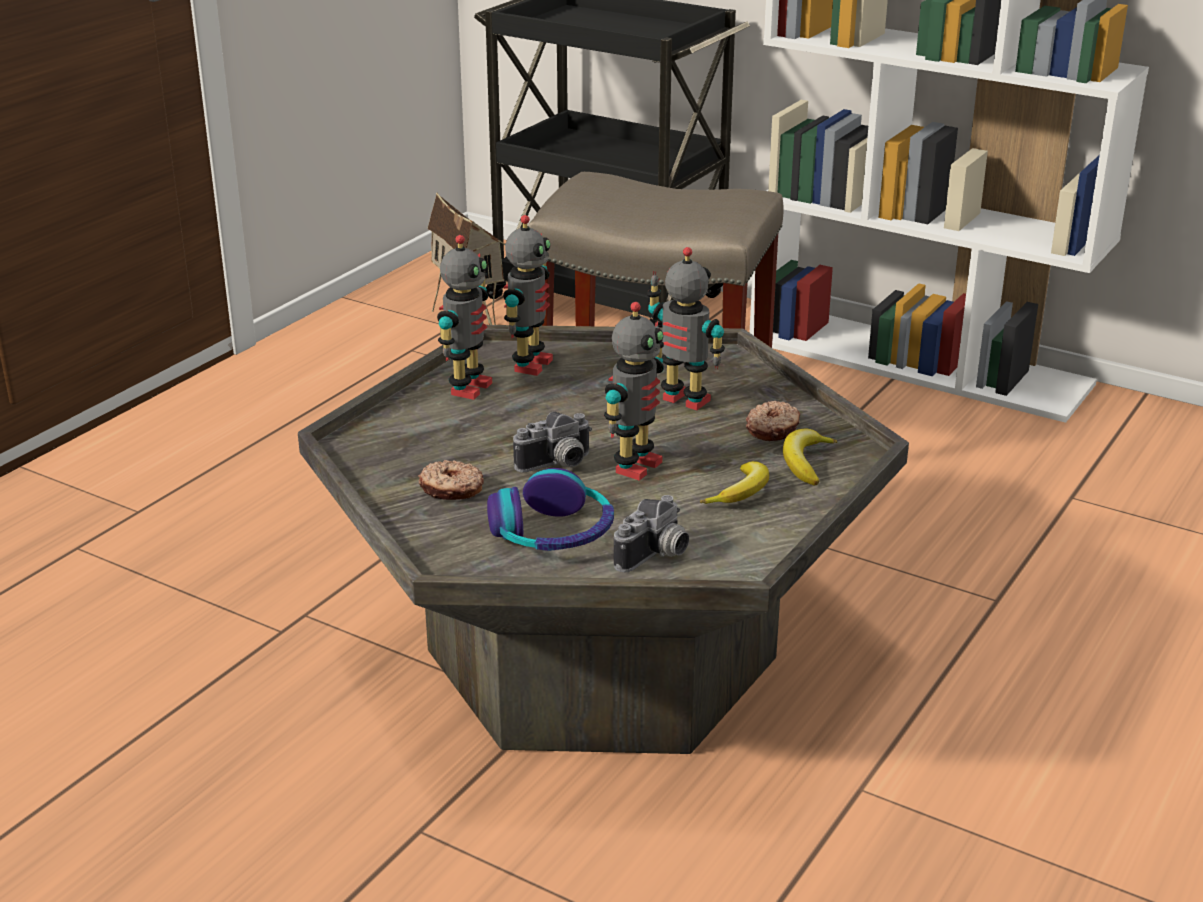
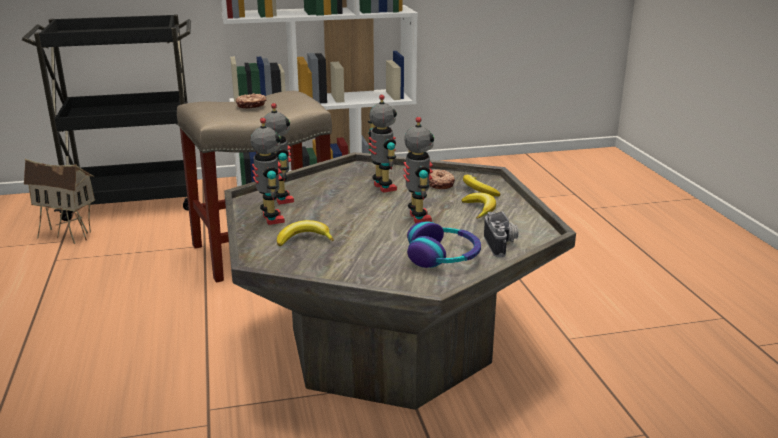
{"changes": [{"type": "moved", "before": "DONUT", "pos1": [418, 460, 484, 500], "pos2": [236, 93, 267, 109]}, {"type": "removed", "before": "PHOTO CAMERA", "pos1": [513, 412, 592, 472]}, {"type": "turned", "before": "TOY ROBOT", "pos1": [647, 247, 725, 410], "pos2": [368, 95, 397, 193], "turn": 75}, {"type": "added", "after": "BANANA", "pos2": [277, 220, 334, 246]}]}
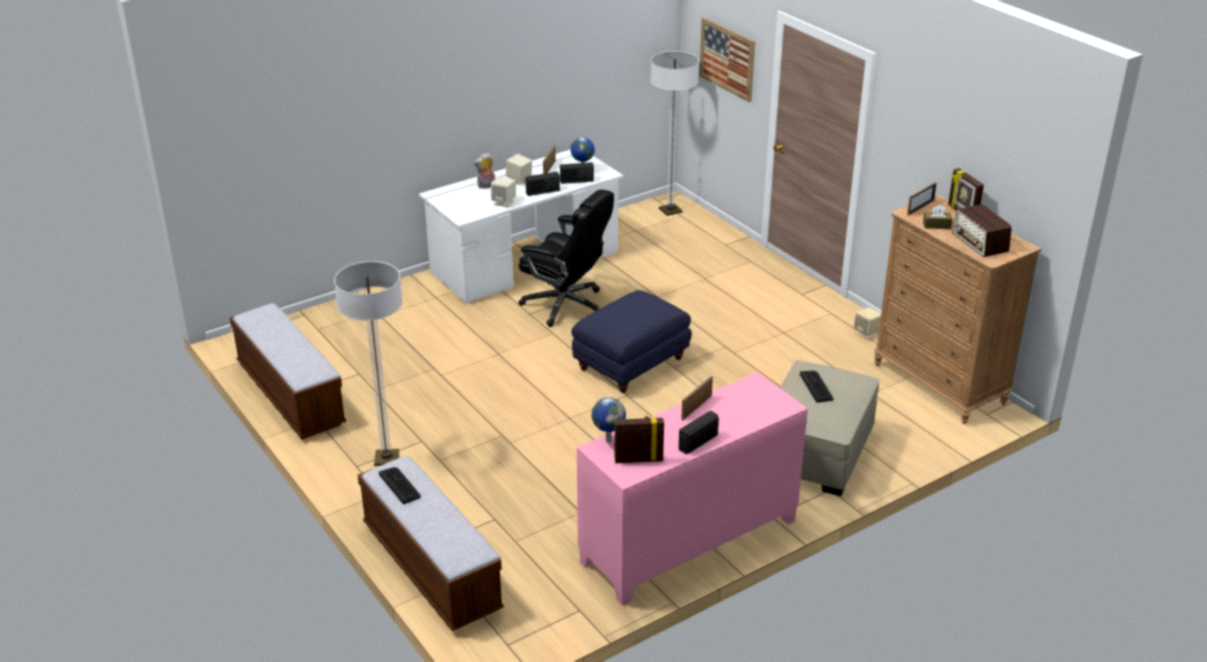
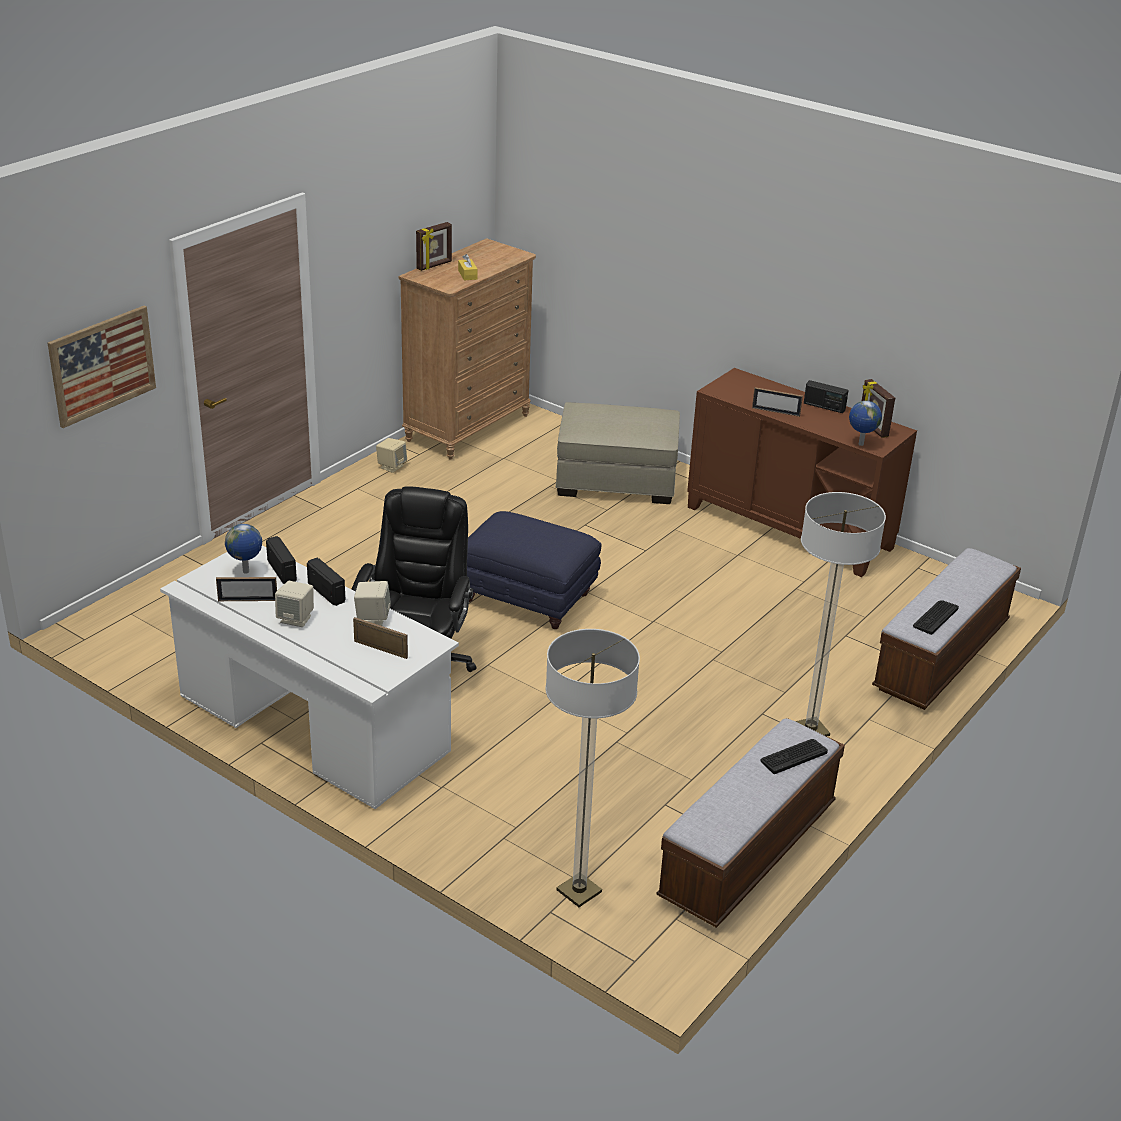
{"changes": [{"type": "removed", "before": "PLUSH TOY", "pos1": [473, 153, 495, 189]}, {"type": "recoloured", "before": "PINK CABINET", "after": "BROWN CABINET", "pos1": [577, 372, 808, 606], "pos2": [687, 368, 917, 577]}, {"type": "moved", "before": "FLOOR LAMP", "pos1": [650, 51, 699, 216], "pos2": [545, 629, 640, 907]}, {"type": "moved", "before": "KEYBOARD", "pos1": [800, 371, 834, 403], "pos2": [760, 739, 828, 774]}, {"type": "moved", "before": "PICTURE FRAME", "pos1": [907, 182, 937, 216], "pos2": [353, 617, 408, 659]}, {"type": "recoloured", "before": "BROWN TISSUE BOX", "after": "YELLOW TISSUE BOX", "pos1": [923, 205, 953, 229], "pos2": [458, 254, 478, 280]}, {"type": "removed", "before": "RADIO", "pos1": [952, 204, 1012, 257]}]}
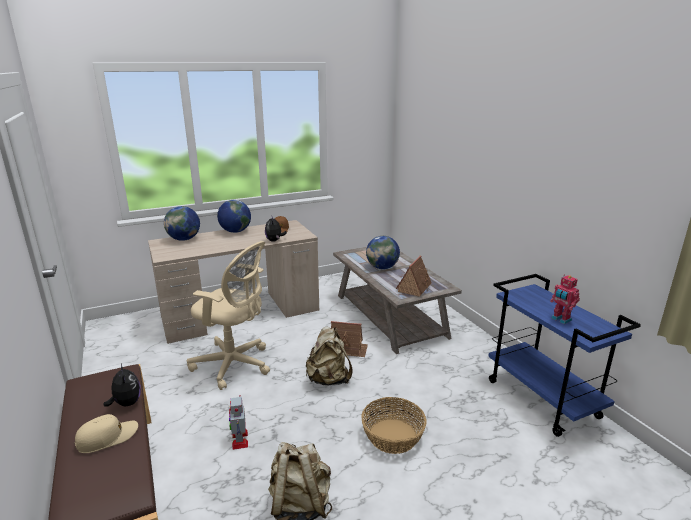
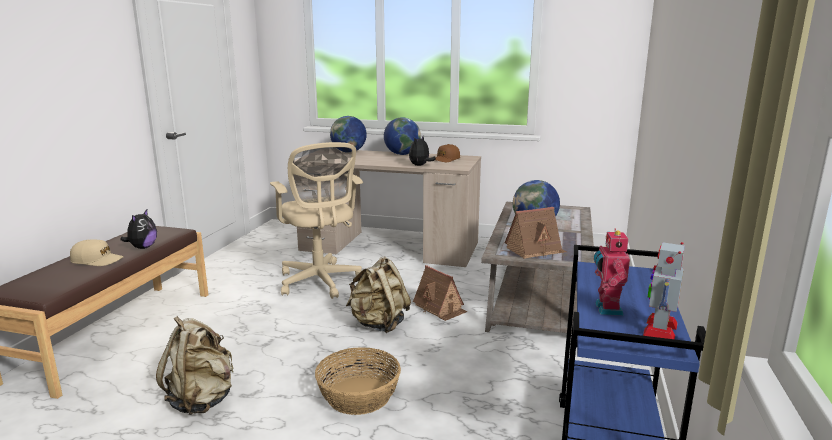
{"changes": [{"type": "moved", "before": "TOY ROBOT", "pos1": [229, 395, 248, 450], "pos2": [643, 242, 685, 339]}]}
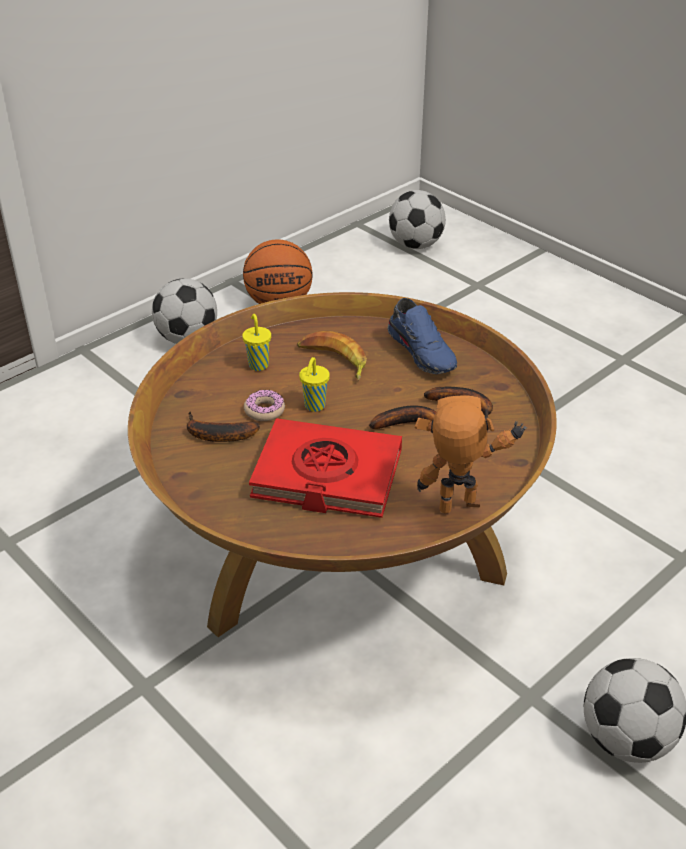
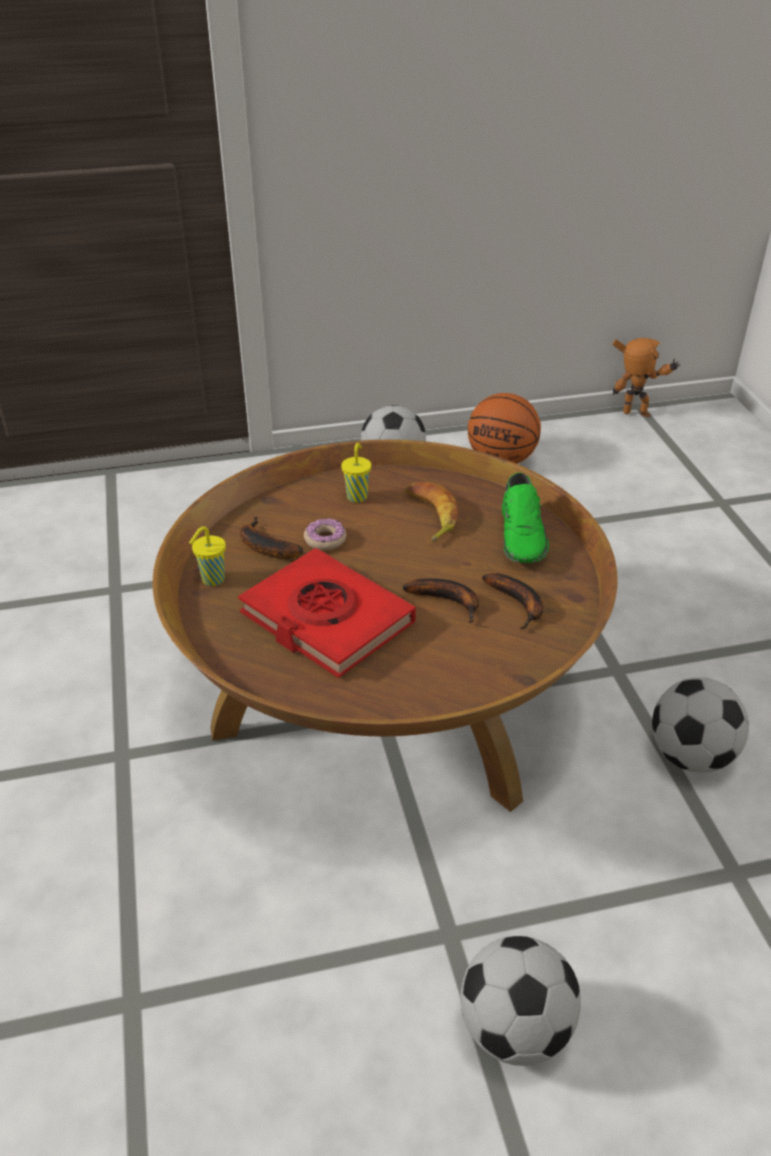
{"changes": [{"type": "moved", "before": "YELLOW CUP", "pos1": [299, 357, 330, 412], "pos2": [189, 526, 226, 586]}, {"type": "recoloured", "before": "BLUE SHOE", "after": "GREEN SHOE", "pos1": [388, 298, 457, 374], "pos2": [502, 472, 549, 563]}, {"type": "moved", "before": "FOOTBALL", "pos1": [389, 190, 446, 249], "pos2": [652, 677, 749, 773]}, {"type": "moved", "before": "TOY ROBOT", "pos1": [415, 395, 527, 514], "pos2": [612, 338, 680, 417]}]}
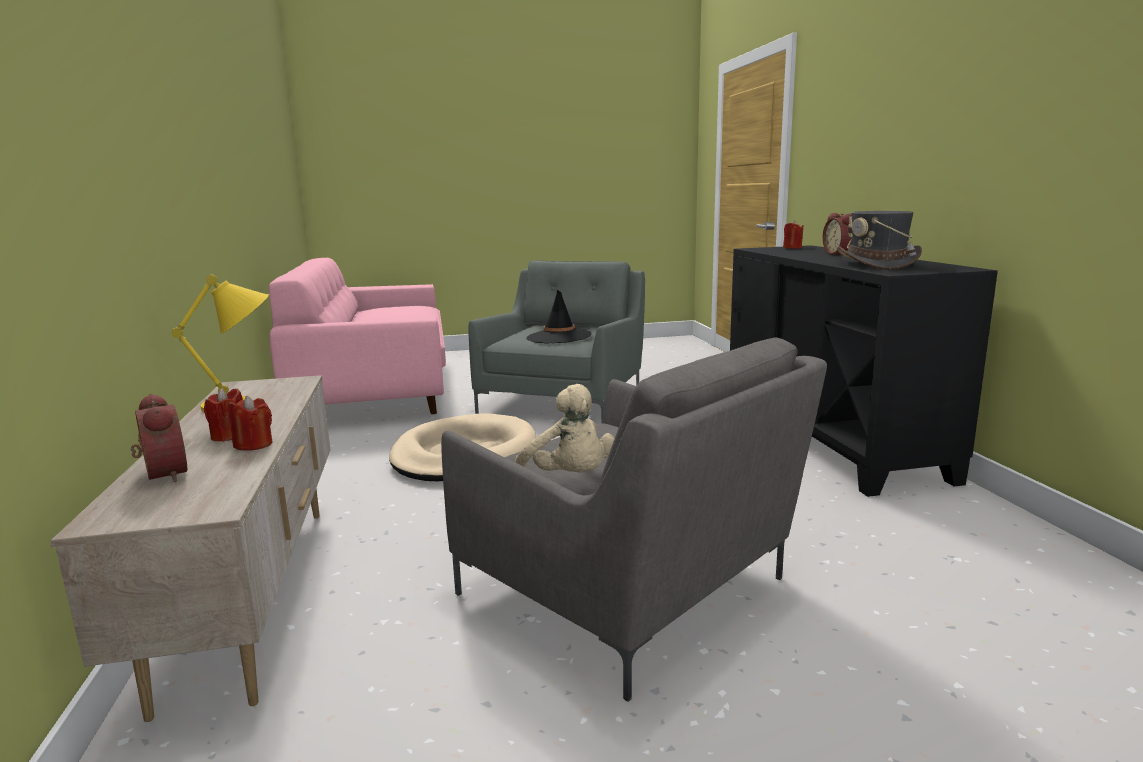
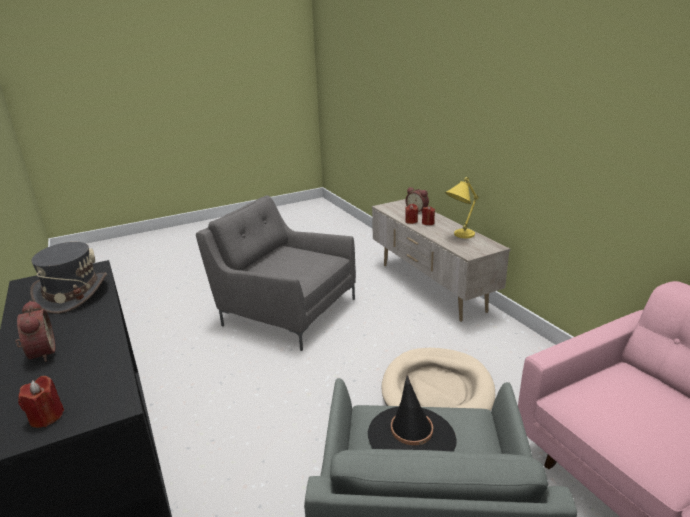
{"changes": [{"type": "removed", "before": "BEIGE PLUSH TOY", "pos1": [515, 384, 615, 473]}]}
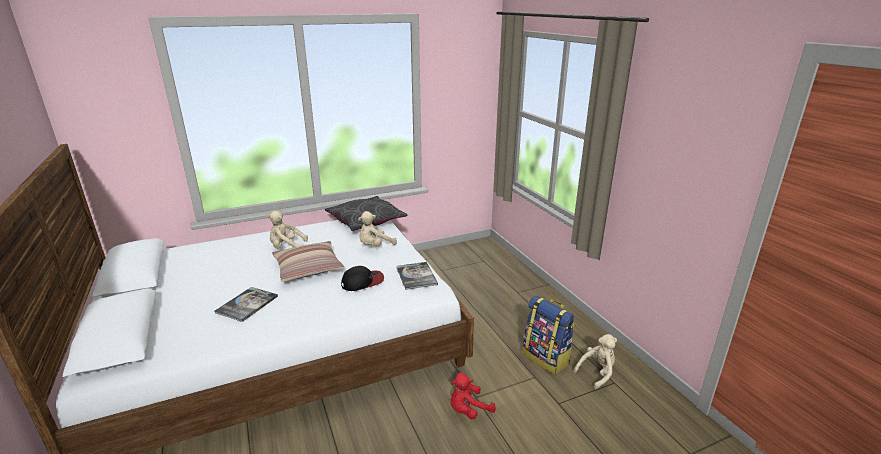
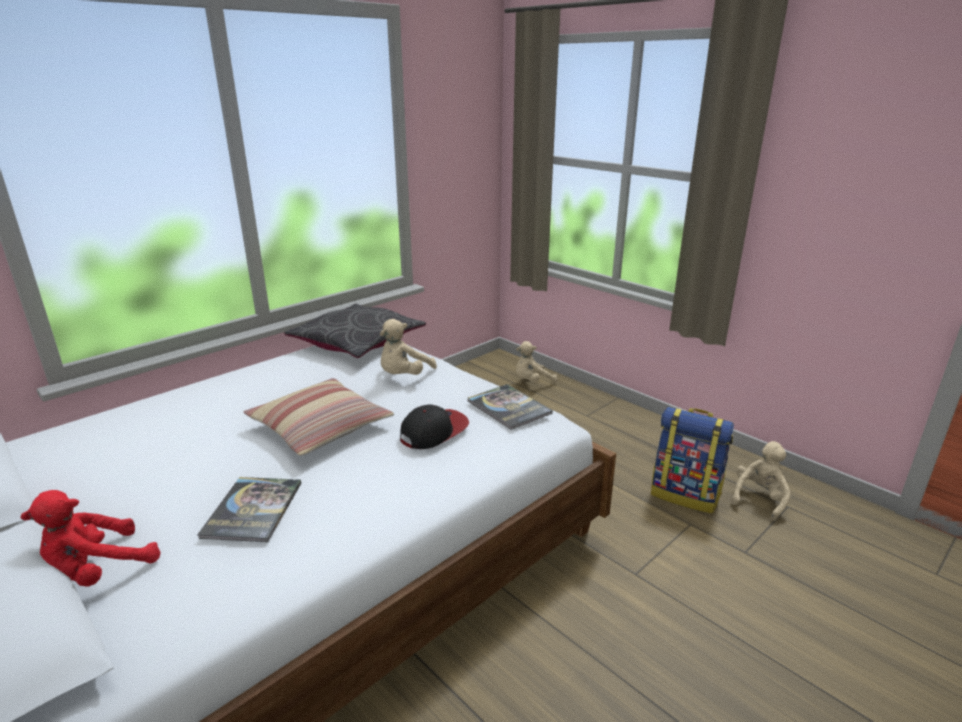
{"changes": [{"type": "moved", "before": "BEIGE PLUSH TOY", "pos1": [267, 211, 308, 248], "pos2": [516, 341, 558, 383]}, {"type": "moved", "before": "RED PLUSH TOY", "pos1": [450, 373, 496, 419], "pos2": [20, 490, 160, 587]}]}
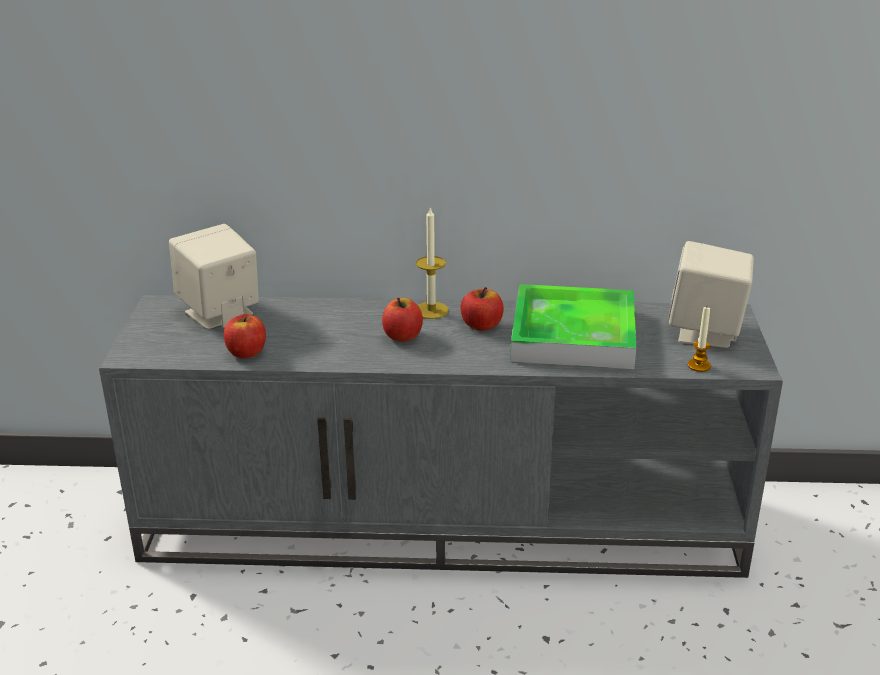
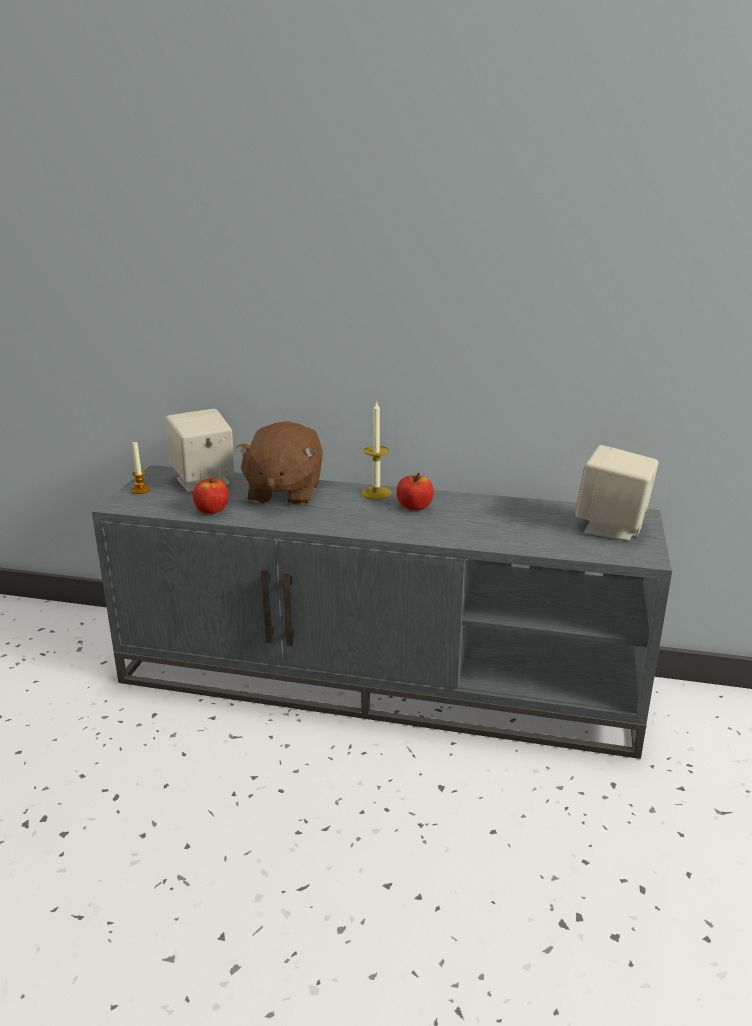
{"changes": [{"type": "removed", "before": "APPLE", "pos1": [382, 298, 423, 342]}, {"type": "removed", "before": "TRAY", "pos1": [510, 284, 636, 369]}, {"type": "moved", "before": "CANDLE", "pos1": [688, 307, 711, 372], "pos2": [131, 440, 150, 494]}, {"type": "added", "after": "BROWN PLUSH TOY", "pos2": [235, 421, 323, 506]}]}
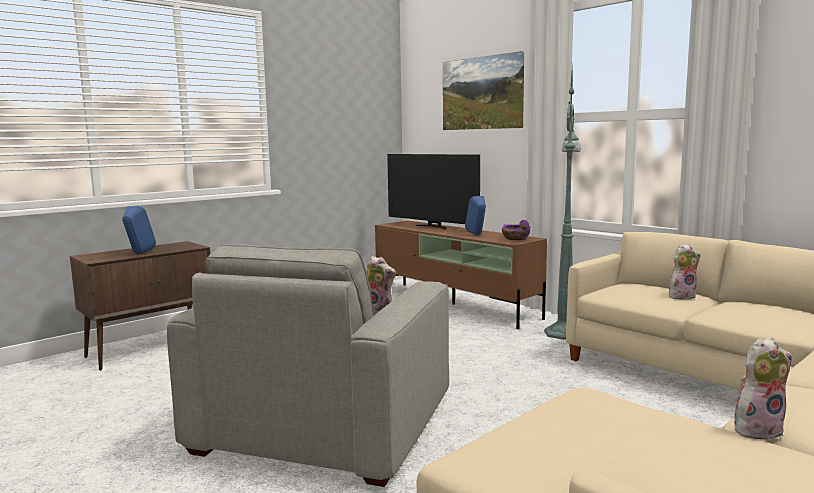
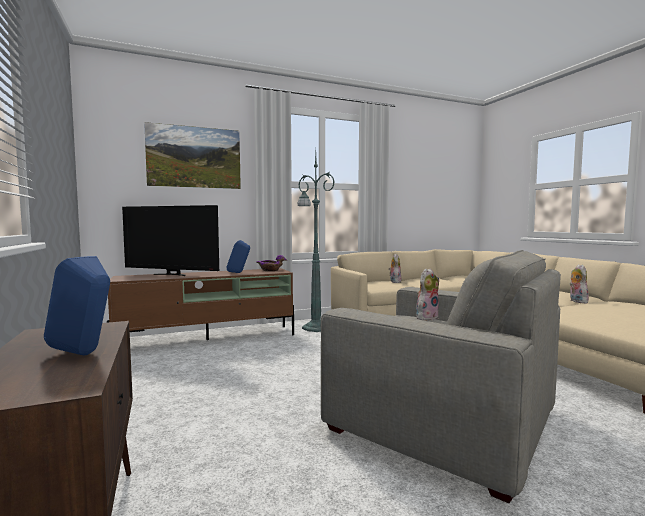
{"changes": [{"type": "turned", "before": "TELEVISION", "pos1": [387, 154, 480, 229], "pos2": [122, 205, 219, 276], "turn": 45}]}
